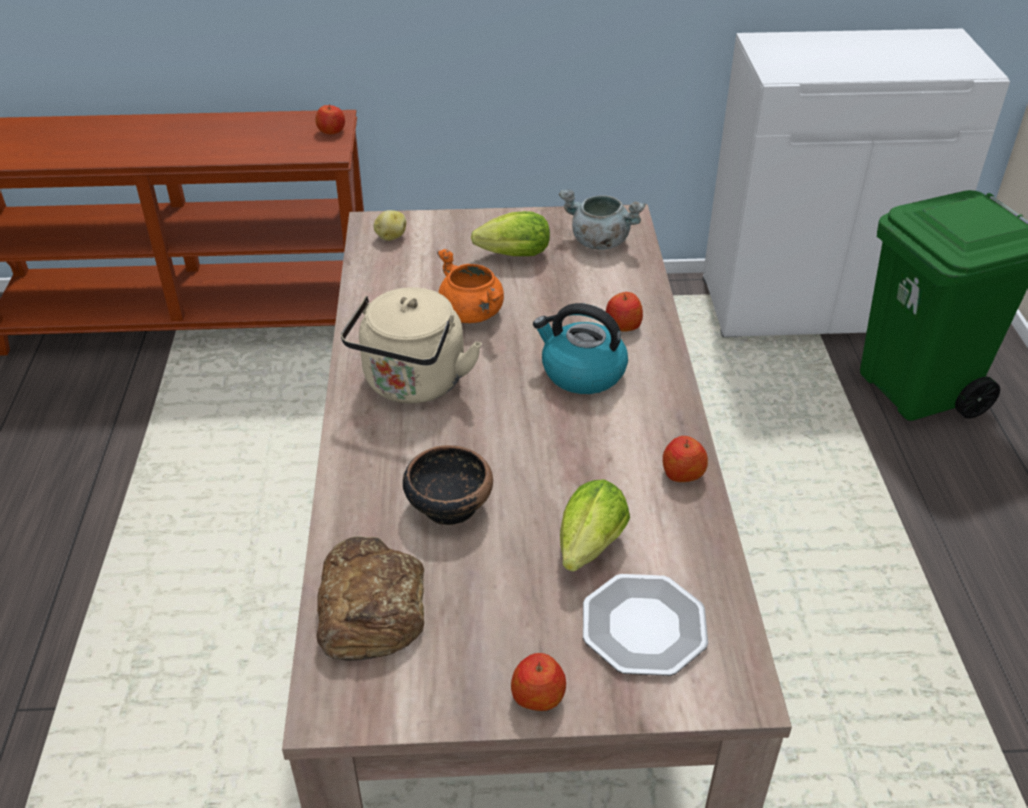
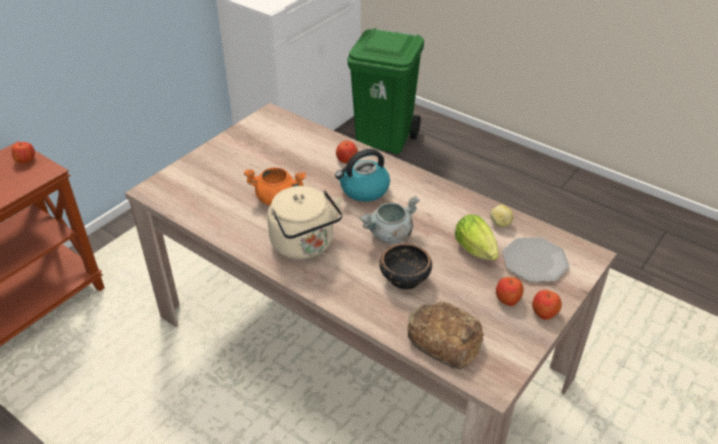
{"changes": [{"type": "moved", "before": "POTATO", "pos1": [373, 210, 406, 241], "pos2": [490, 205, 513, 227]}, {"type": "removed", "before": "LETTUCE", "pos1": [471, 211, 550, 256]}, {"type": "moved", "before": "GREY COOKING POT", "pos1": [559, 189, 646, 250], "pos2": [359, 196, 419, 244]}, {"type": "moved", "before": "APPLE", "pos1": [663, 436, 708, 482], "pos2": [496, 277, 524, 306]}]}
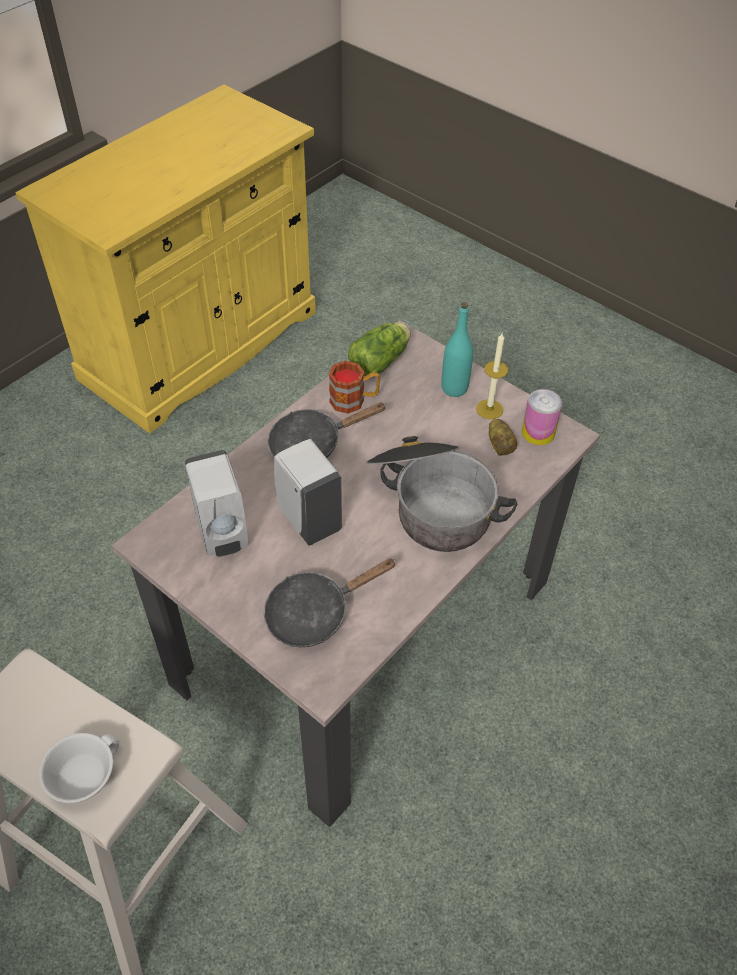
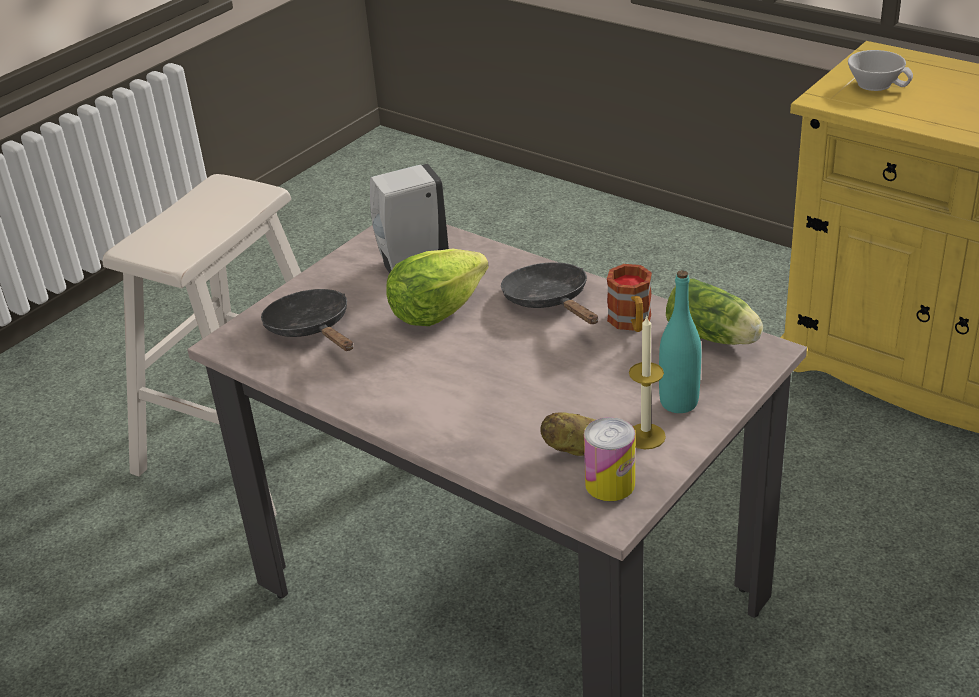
{"changes": [{"type": "moved", "before": "WHITE CUP", "pos1": [39, 733, 119, 803], "pos2": [848, 50, 913, 91]}, {"type": "replaced", "before": "WHITE SOAP DISPENSER", "after": "LETTUCE", "pos1": [274, 439, 342, 545], "pos2": [386, 249, 489, 326]}, {"type": "removed", "before": "COOKING POT", "pos1": [366, 436, 517, 552]}]}
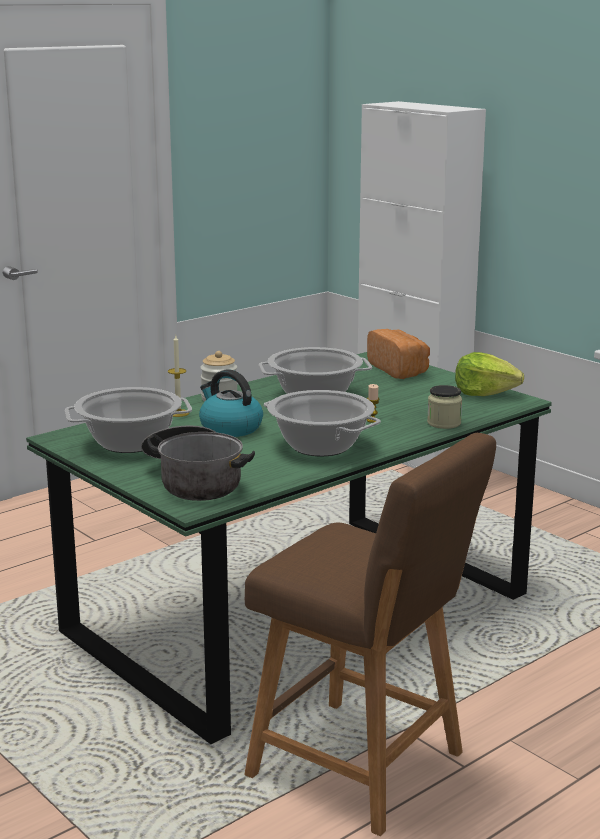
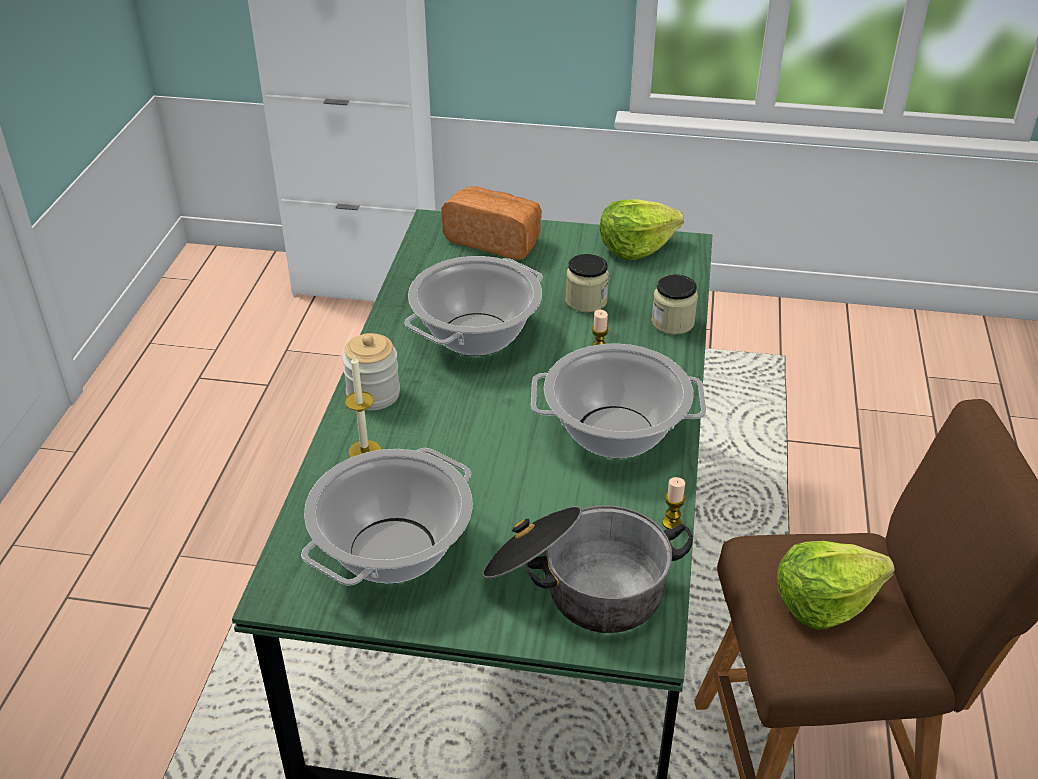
{"changes": [{"type": "removed", "before": "KETTLE", "pos1": [199, 369, 263, 437]}, {"type": "added", "after": "JAR", "pos2": [566, 254, 609, 312]}, {"type": "added", "after": "CANDLE", "pos2": [663, 477, 685, 529]}, {"type": "added", "after": "LETTUCE", "pos2": [777, 541, 895, 630]}]}
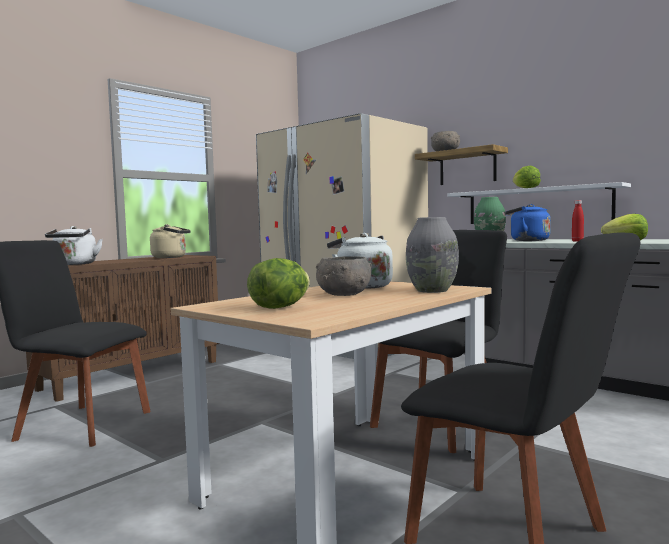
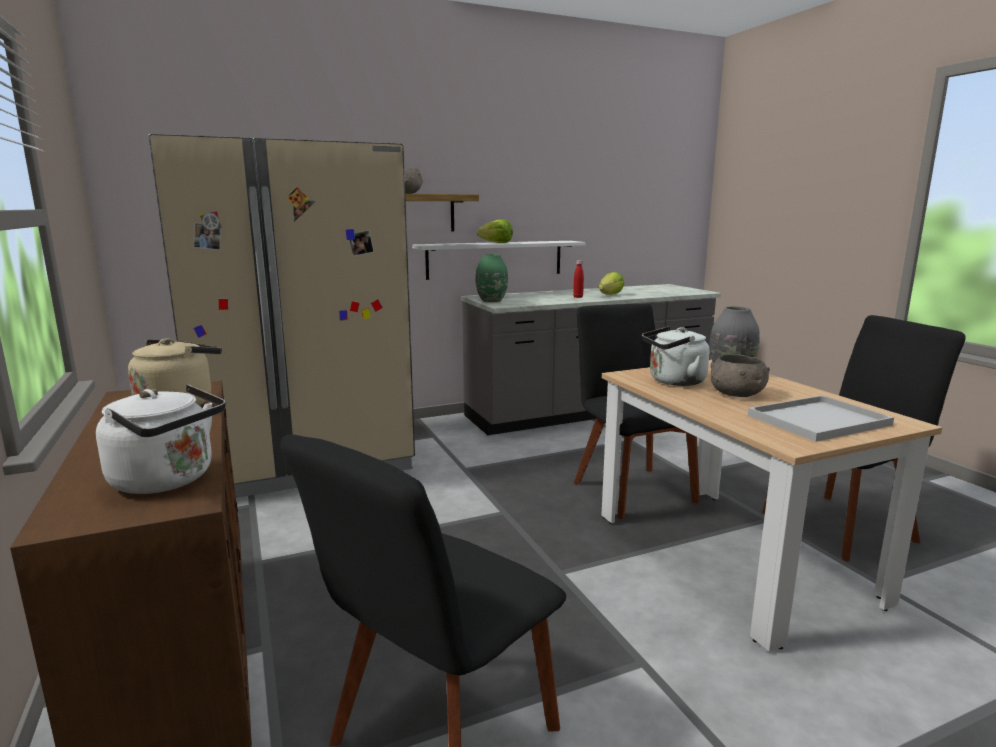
{"changes": [{"type": "replaced", "before": "LETTUCE", "after": "WHITE TRAY", "pos1": [247, 258, 310, 309], "pos2": [748, 395, 894, 442]}, {"type": "removed", "before": "BLUE KETTLE", "pos1": [504, 204, 551, 241]}]}
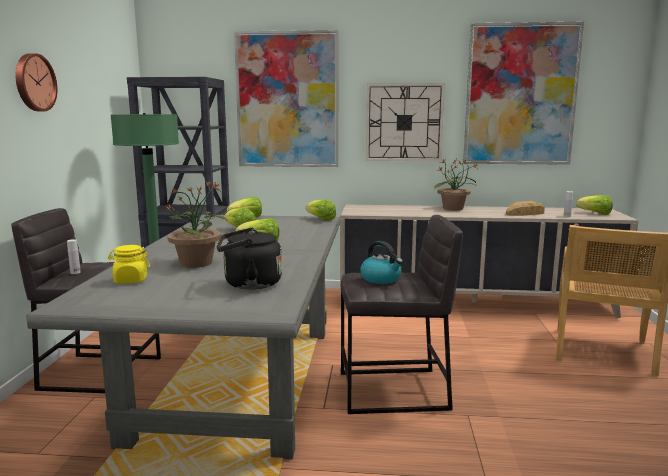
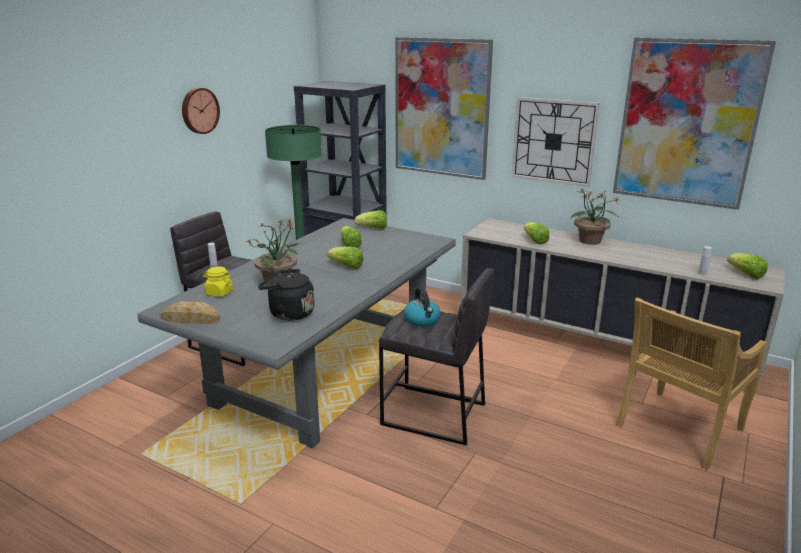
{"changes": [{"type": "moved", "before": "LETTUCE", "pos1": [306, 200, 336, 221], "pos2": [524, 222, 549, 244]}, {"type": "moved", "before": "BREAD", "pos1": [506, 201, 545, 216], "pos2": [160, 301, 220, 324]}]}
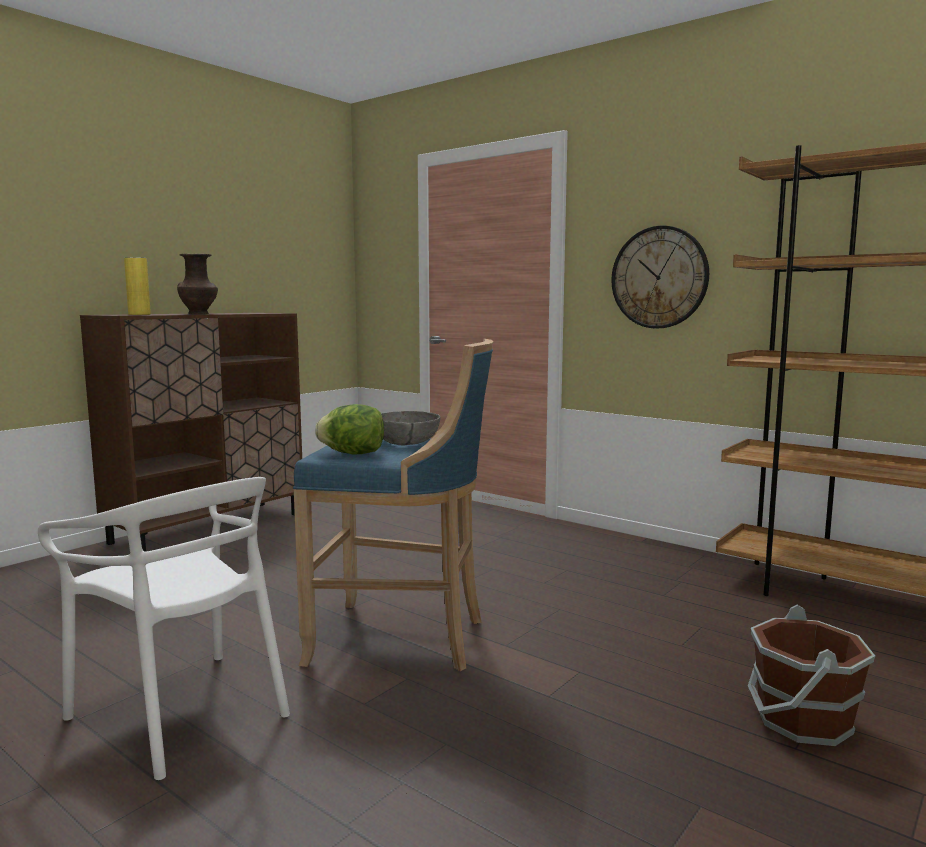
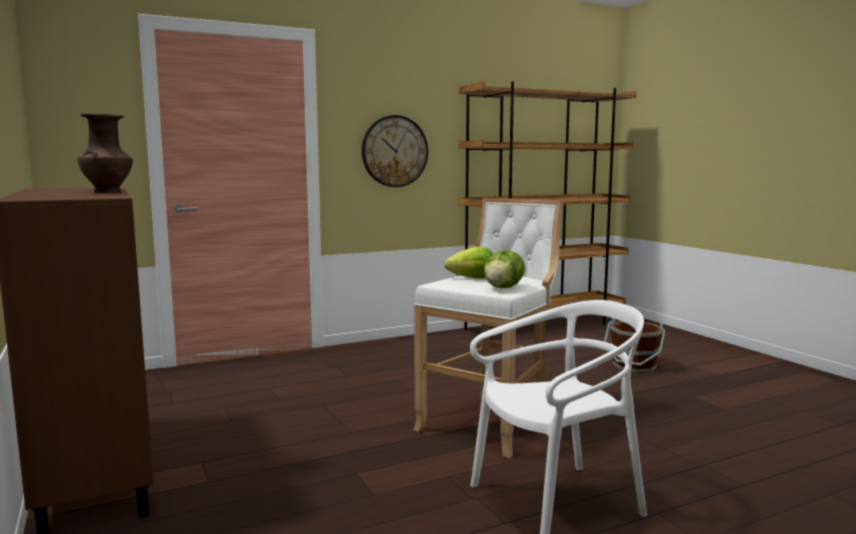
{"changes": [{"type": "removed", "before": "YELLOW VASE", "pos1": [124, 257, 151, 315]}, {"type": "recoloured", "before": "BLUE STOOL", "after": "WHITE STOOL", "pos1": [293, 339, 493, 671], "pos2": [413, 198, 563, 458]}, {"type": "replaced", "before": "GREY BOWL", "after": "LETTUCE", "pos1": [381, 411, 440, 445], "pos2": [444, 247, 493, 279]}]}
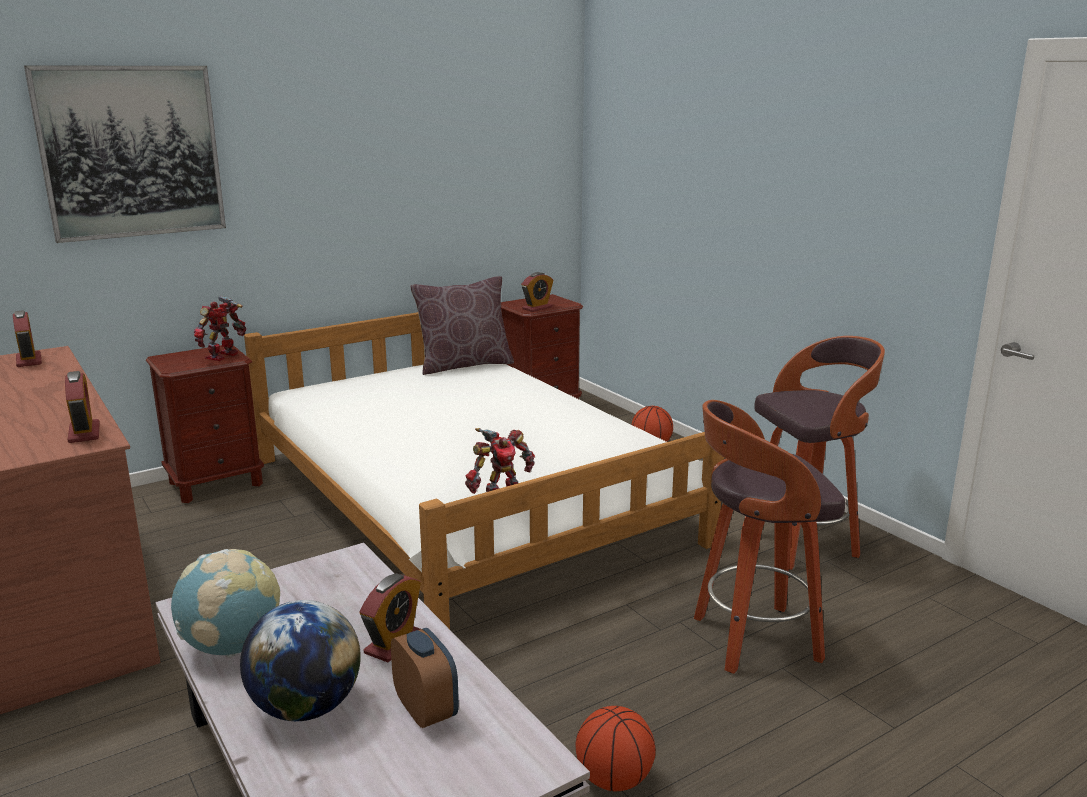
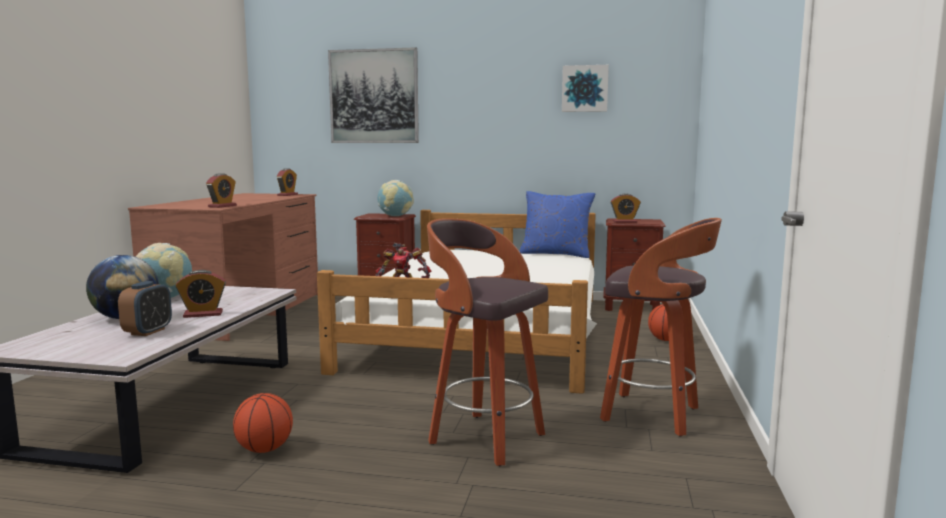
{"changes": [{"type": "replaced", "before": "TOY ROBOT", "after": "GLOBE", "pos1": [194, 296, 246, 361], "pos2": [377, 180, 414, 216]}, {"type": "recoloured", "before": "BROWN PILLOW", "after": "BLUE PILLOW", "pos1": [410, 276, 514, 375], "pos2": [519, 191, 595, 258]}, {"type": "added", "after": "PICTURE", "pos2": [562, 65, 609, 112]}]}
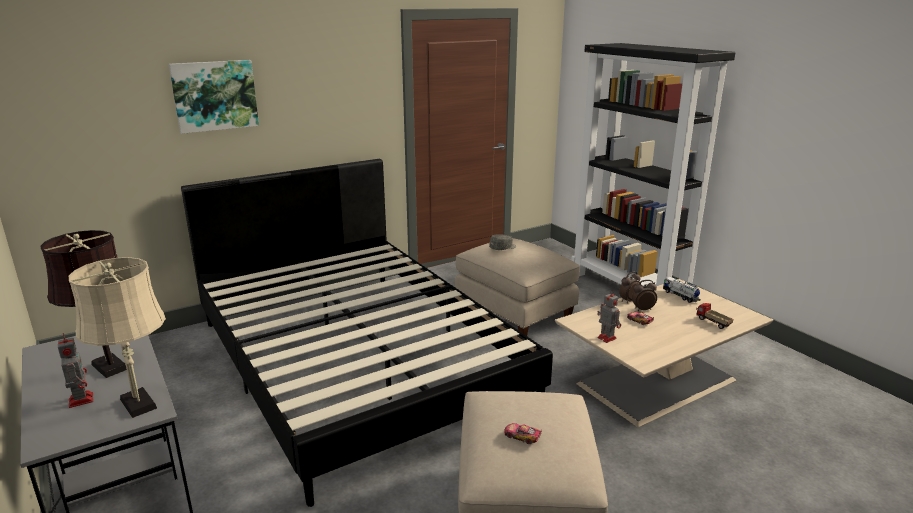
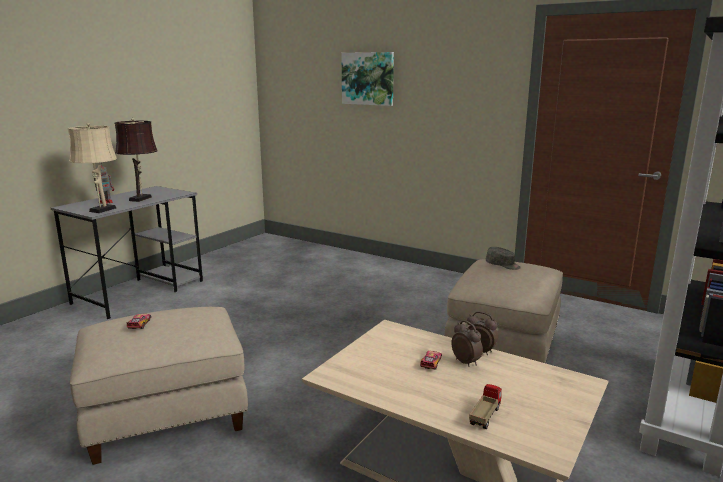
{"changes": [{"type": "removed", "before": "BLACK BED", "pos1": [181, 159, 553, 507]}, {"type": "removed", "before": "TOY ROBOT", "pos1": [597, 290, 621, 343]}, {"type": "removed", "before": "TOY TRUCK", "pos1": [663, 277, 701, 303]}]}
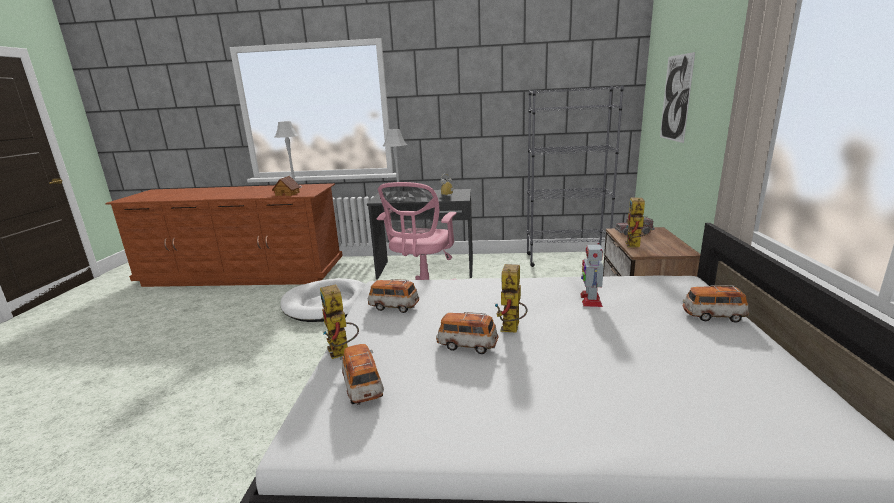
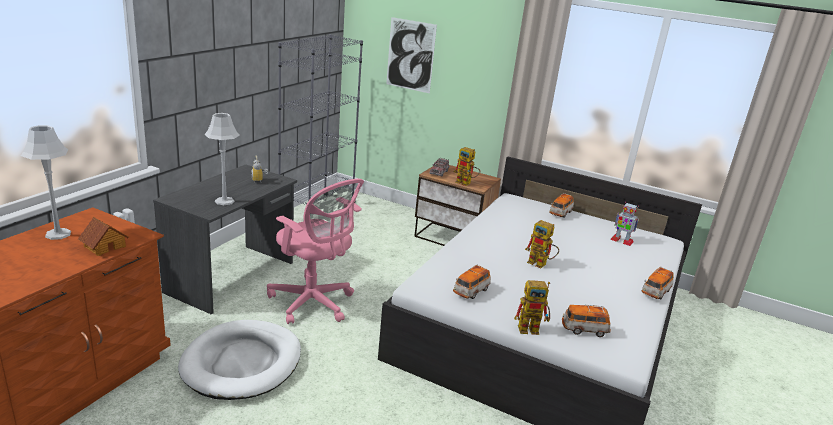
{"changes": [{"type": "moved", "before": "TOY CAR", "pos1": [436, 312, 499, 354], "pos2": [641, 267, 674, 299]}, {"type": "moved", "before": "TOY ROBOT", "pos1": [580, 243, 604, 307], "pos2": [610, 202, 639, 246]}]}
